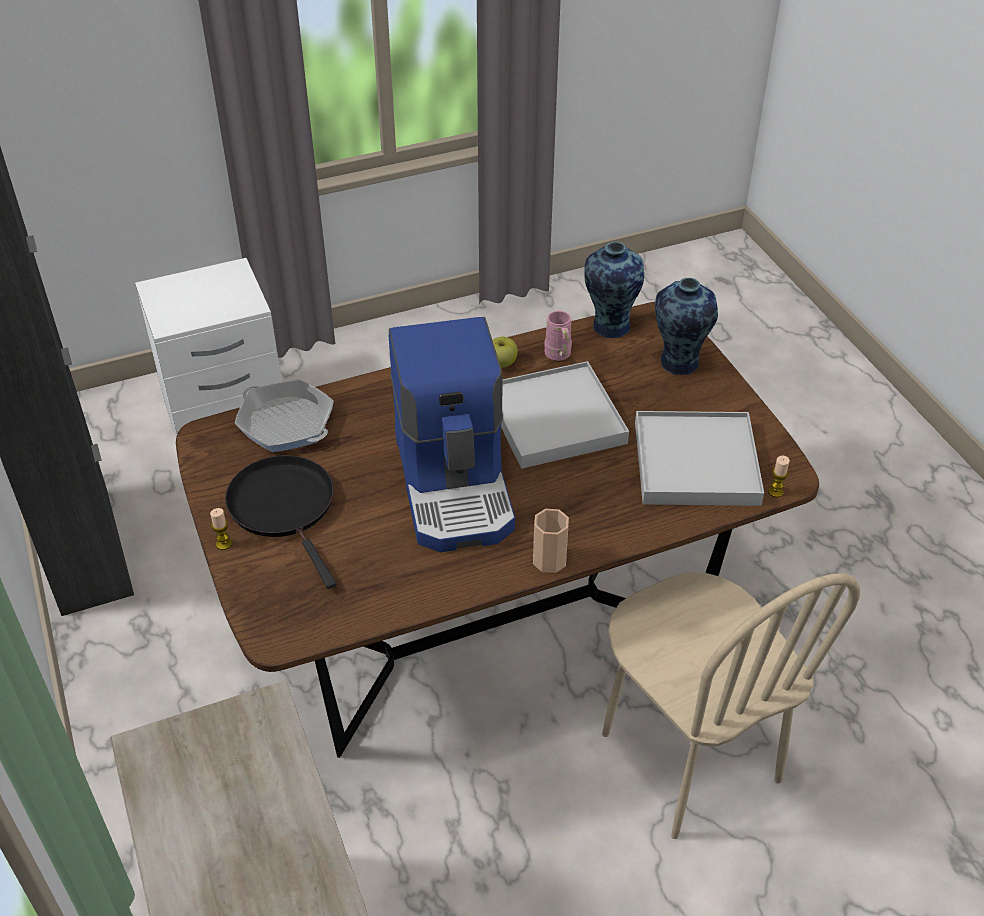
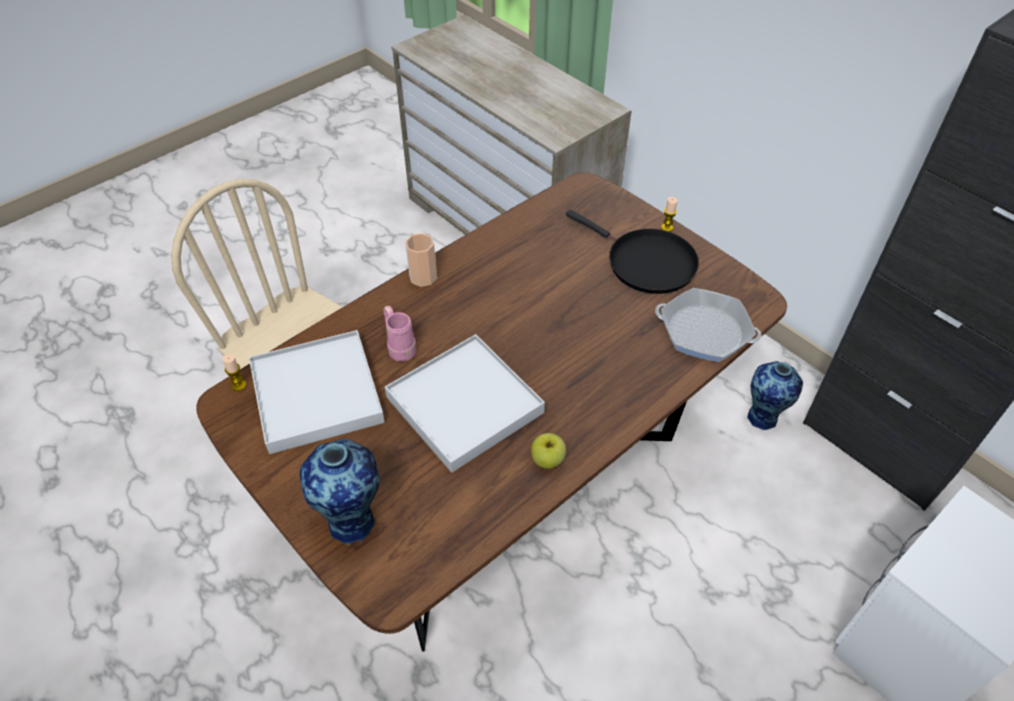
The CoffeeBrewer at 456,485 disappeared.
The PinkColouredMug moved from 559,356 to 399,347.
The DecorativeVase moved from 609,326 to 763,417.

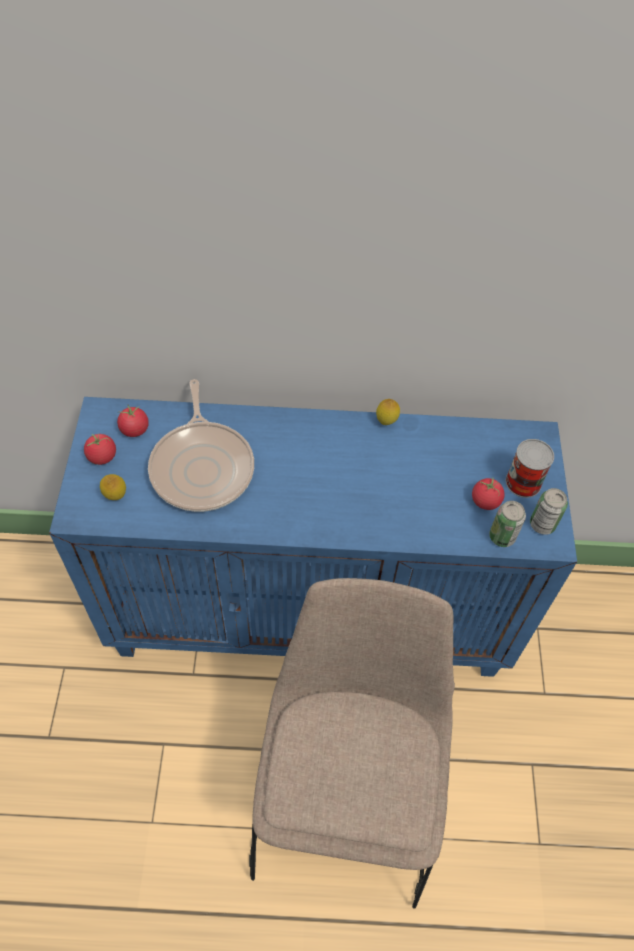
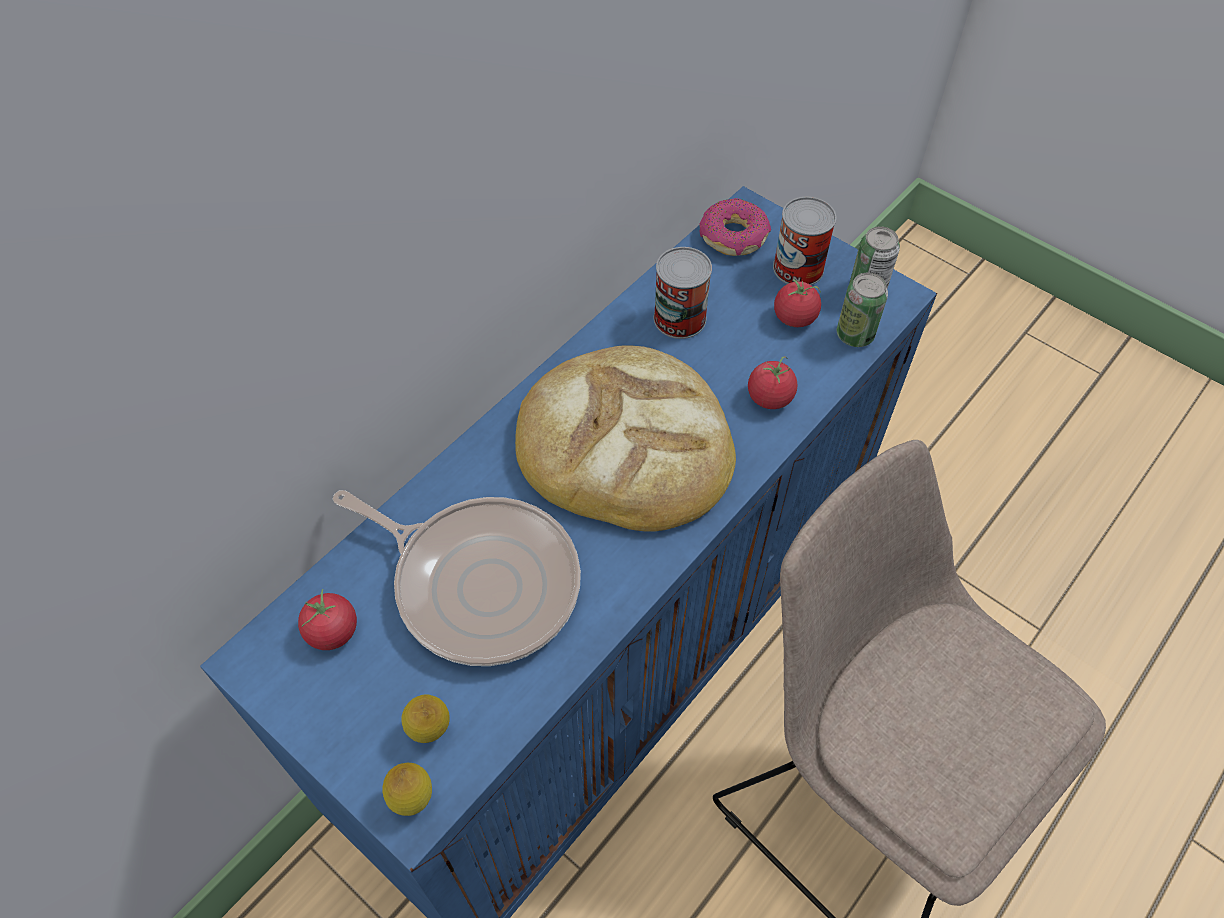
The BakeryBread at 625,444 appeared.
The SealedCan at 679,318 appeared.
The Donut at 733,237 appeared.
The WholeTomato moved from 102,456 to 770,397.
The WholeLemon moved from 386,422 to 412,799.

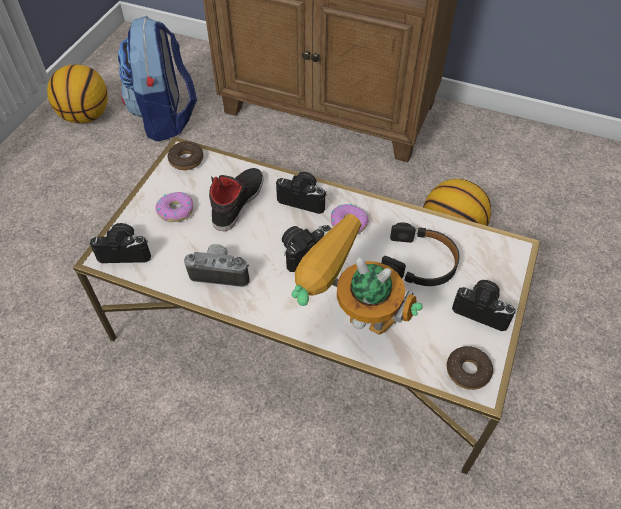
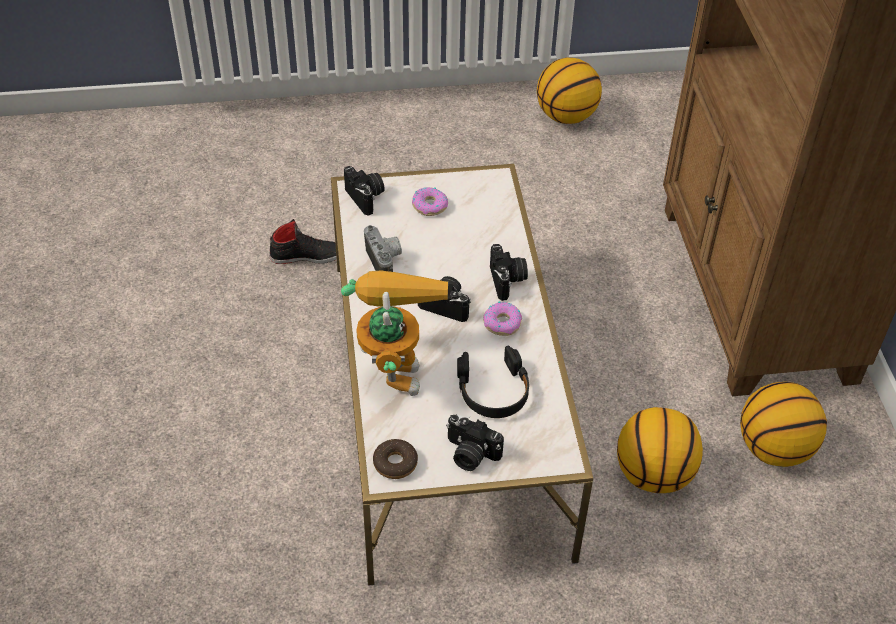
The Knapsack at 165,117 disappeared.
The Donut at 186,160 disappeared.
The BallForBasketball at 773,448 appeared.
The BlackColouredShoe moved from 237,201 to 307,255.
The StillCamera at 482,310 turned 120 degrees clockwise.

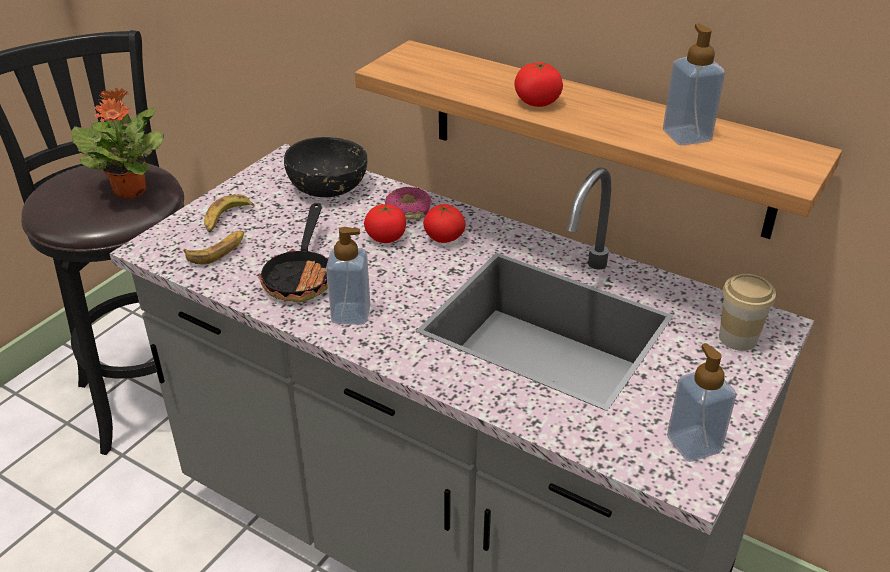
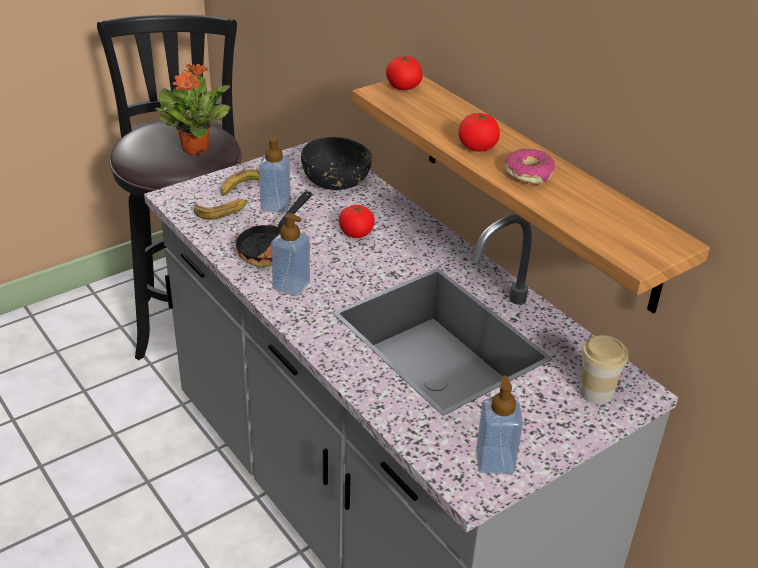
The Donut moved from 408,210 to 529,174.
The WholeTomato moved from 444,238 to 403,87.
The SoapBottle moved from 686,136 to 275,205.

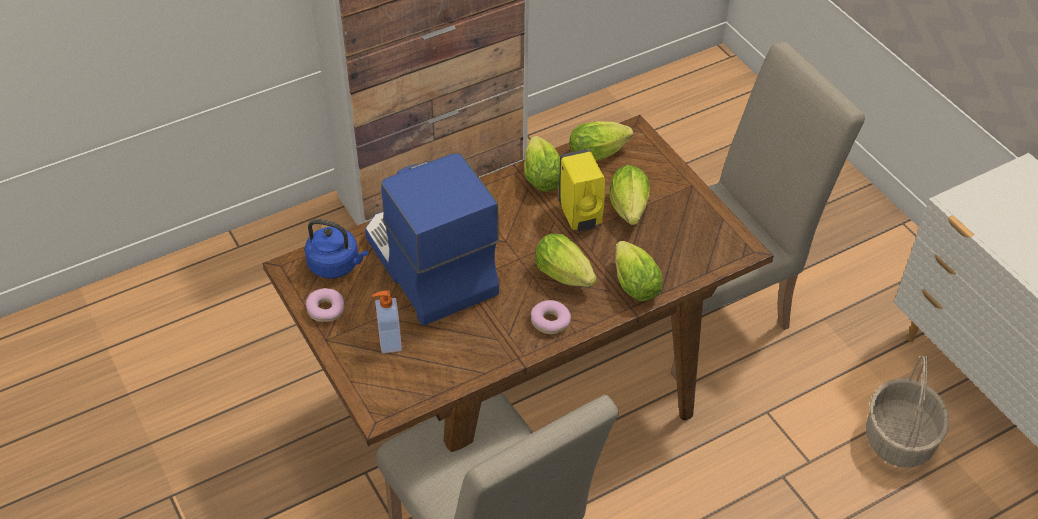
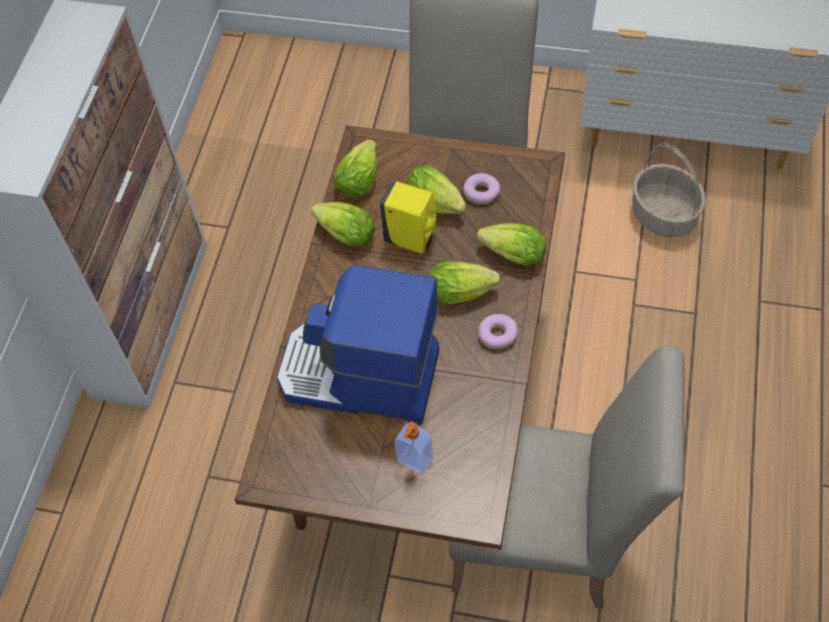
The BluishWaterKettle at 336,265 disappeared.
The Donut moved from 325,310 to 481,192.

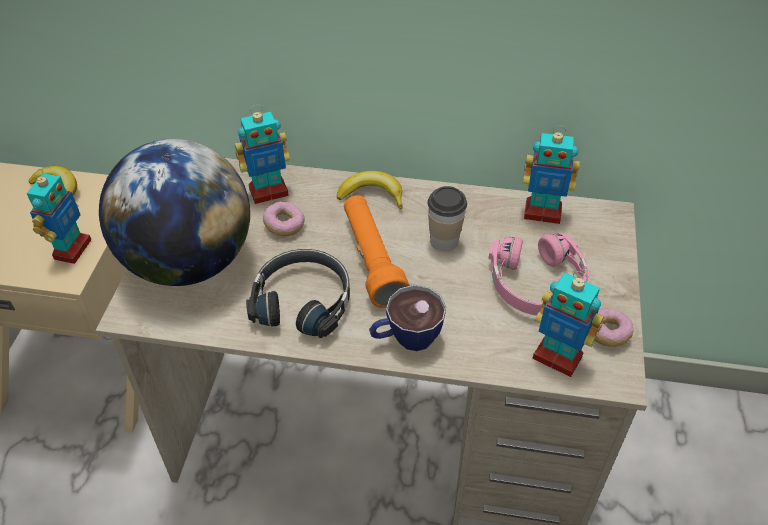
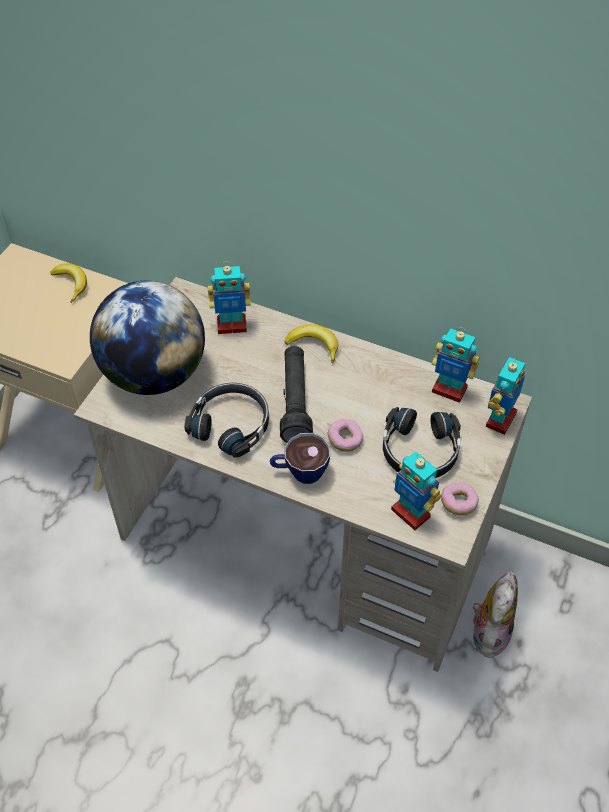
The Cup at 444,240 disappeared.
The PlushToy at 488,632 appeared.
The ToyRobot moved from 72,249 to 499,419.
The Donut moved from 284,225 to 345,440.
The OrangeyFlashlight at 372,260 became the BlackColouredFlashlight at 295,402.
The PinkColouredHeadphones at 537,284 became the BlackColouredHeadphones at 419,451.

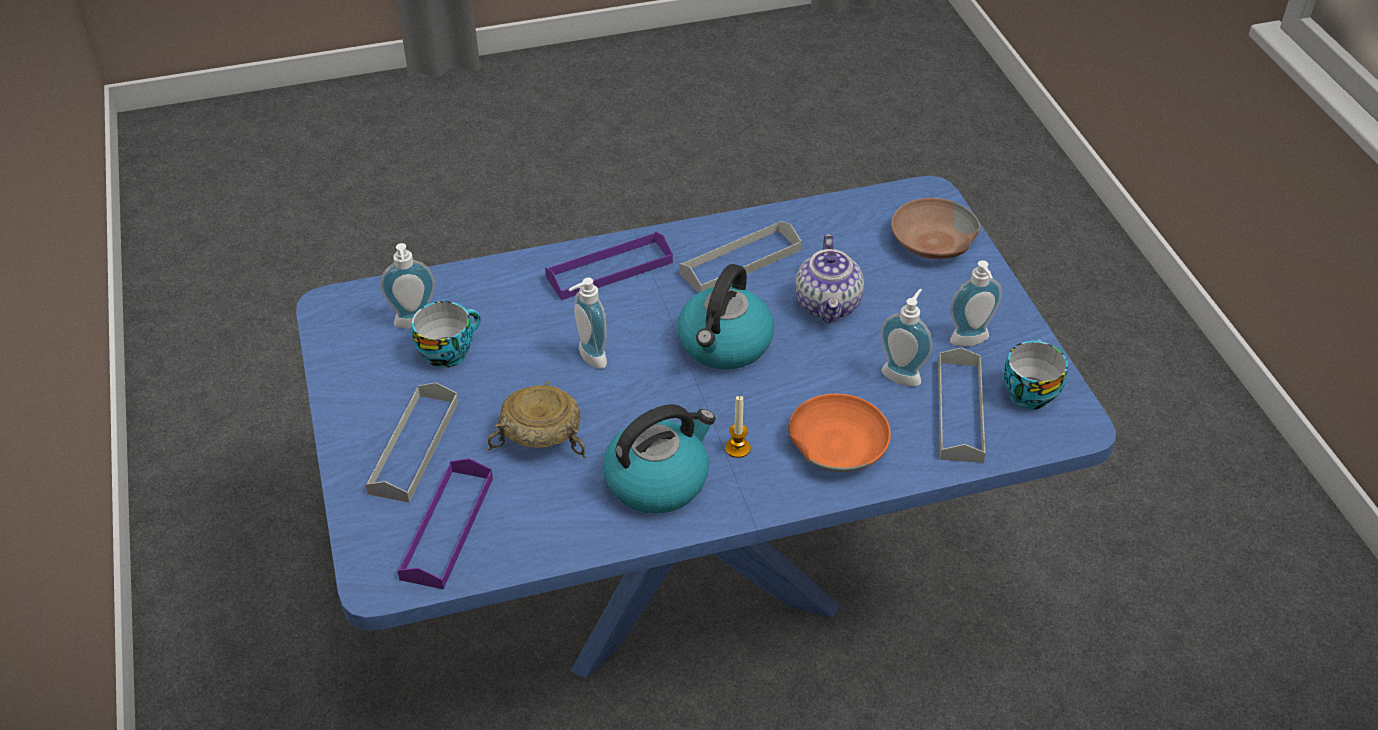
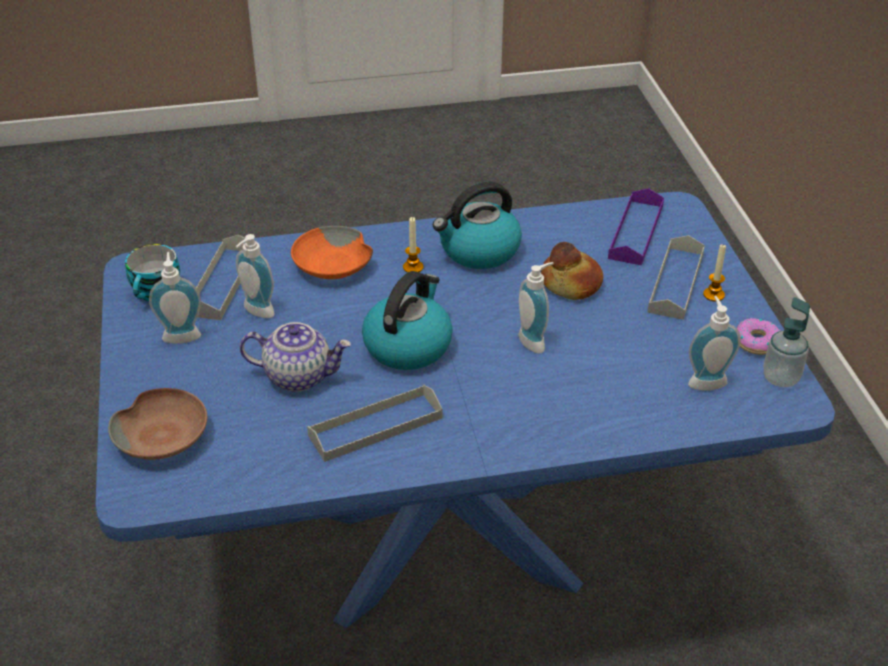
The Cup at 448,351 disappeared.
The PurpleTray at 609,270 disappeared.
The WaxLight at 713,295 appeared.
The Donut at 756,342 appeared.
The SoapBottle at 780,378 appeared.
The BeigeColouredDeepDish at 542,437 was replaced by the BakeryBread at 571,283.
The Teapot at 829,305 turned 90 degrees clockwise.

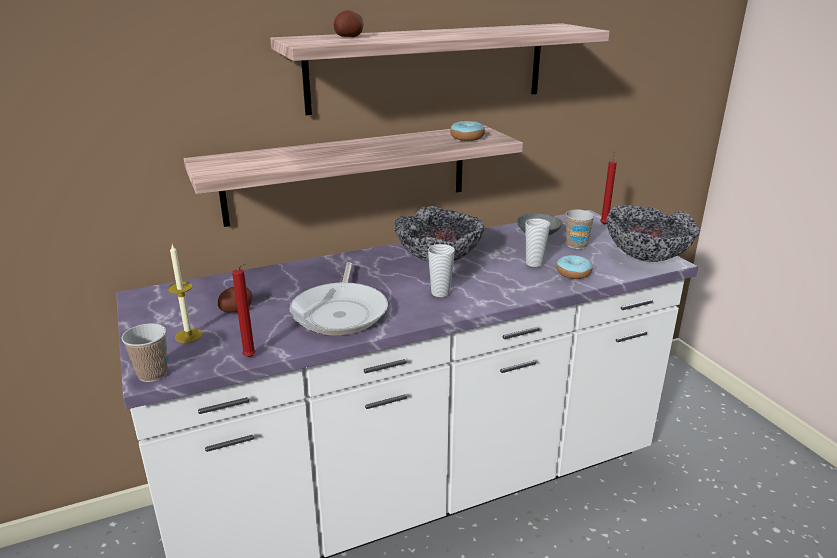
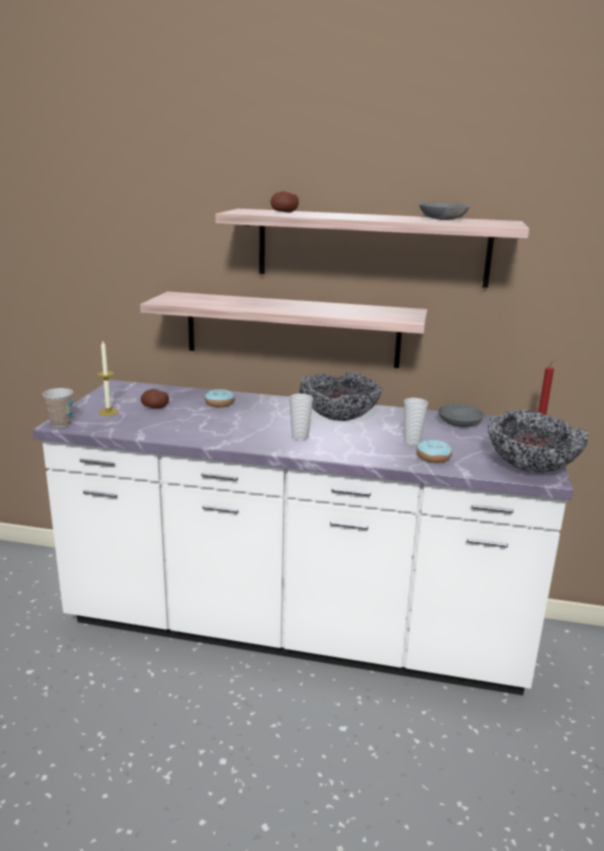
The RedColouredWaxLight at 251,358 disappeared.
The Pan at 341,312 disappeared.
The Cup at 576,245 disappeared.
The GreyDeepDish at 441,219 appeared.
The Donut moved from 467,137 to 219,403.

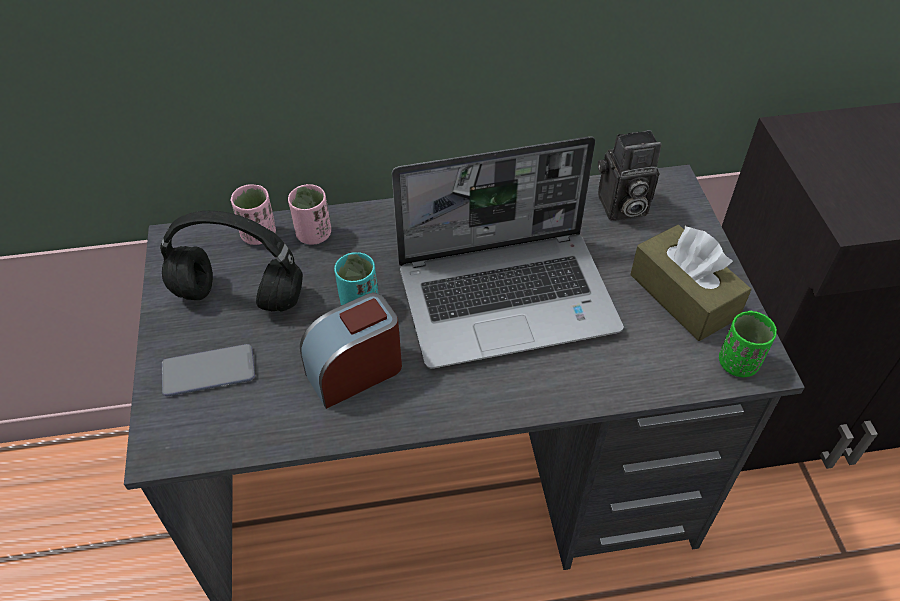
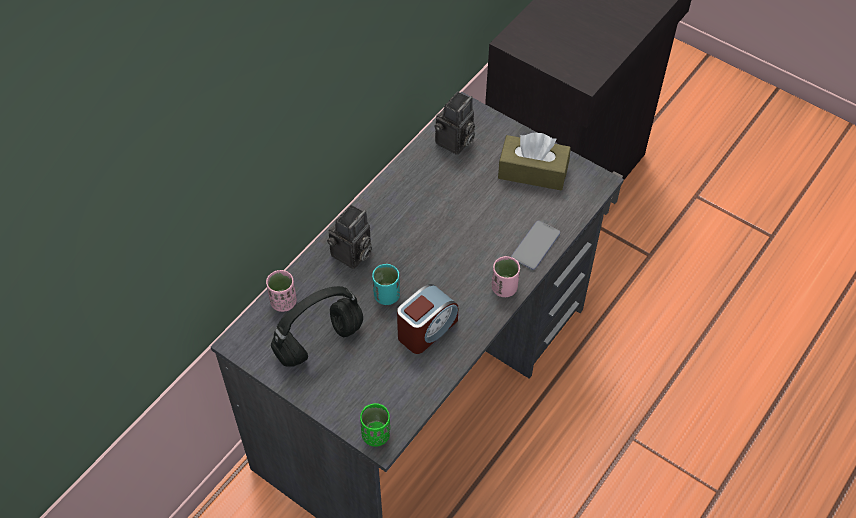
The Laptop at 509,298 disappeared.
The StillCamera at 352,255 appeared.
The Handset moved from 208,371 to 535,246.
The PinkColouredCup moved from 313,234 to 504,288.
The GreenColouredCup moved from 738,363 to 376,435.
The AlarmClock at 355,371 turned 150 degrees counterclockwise.

